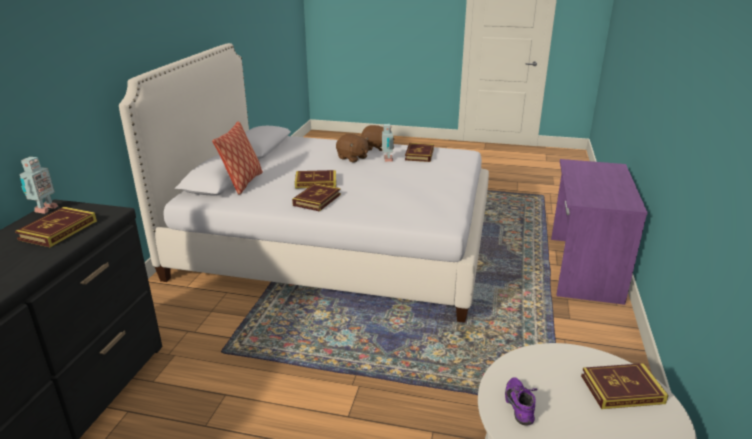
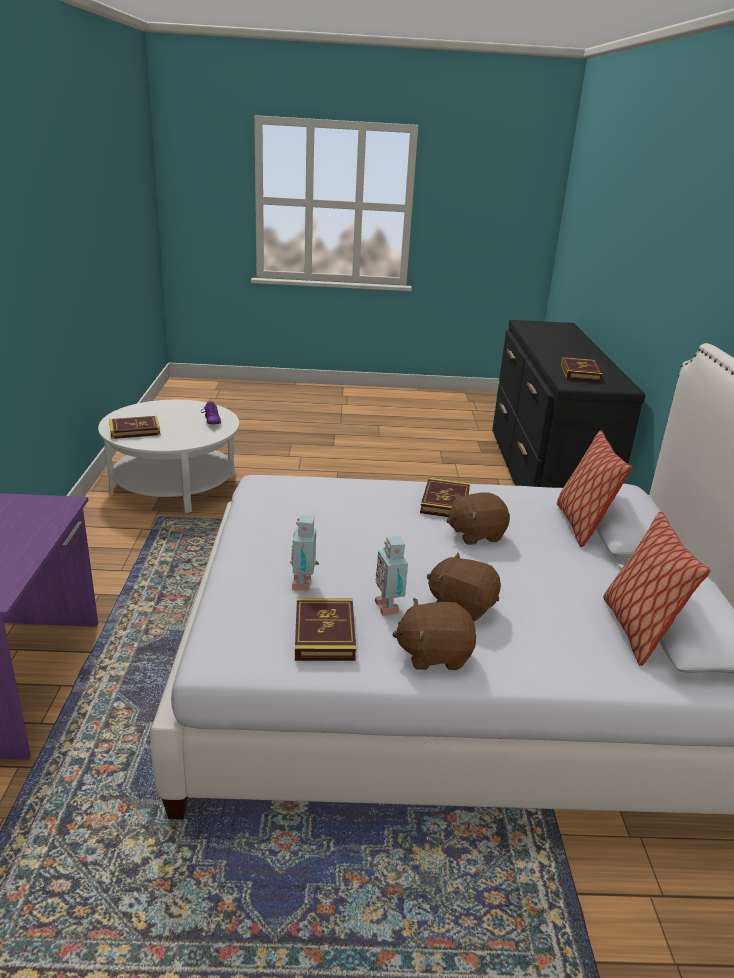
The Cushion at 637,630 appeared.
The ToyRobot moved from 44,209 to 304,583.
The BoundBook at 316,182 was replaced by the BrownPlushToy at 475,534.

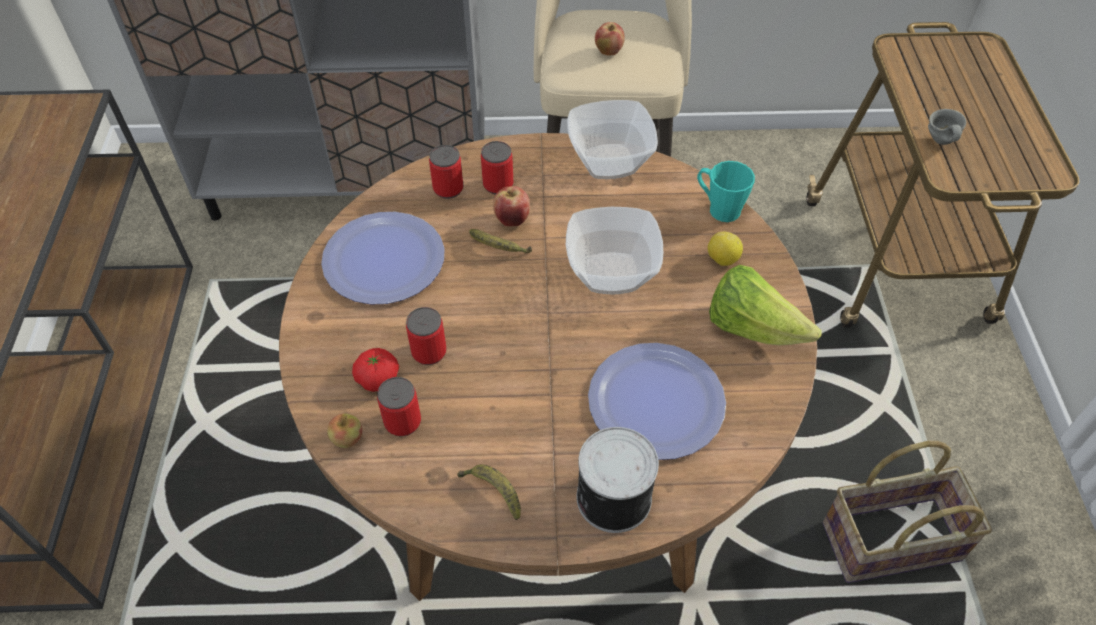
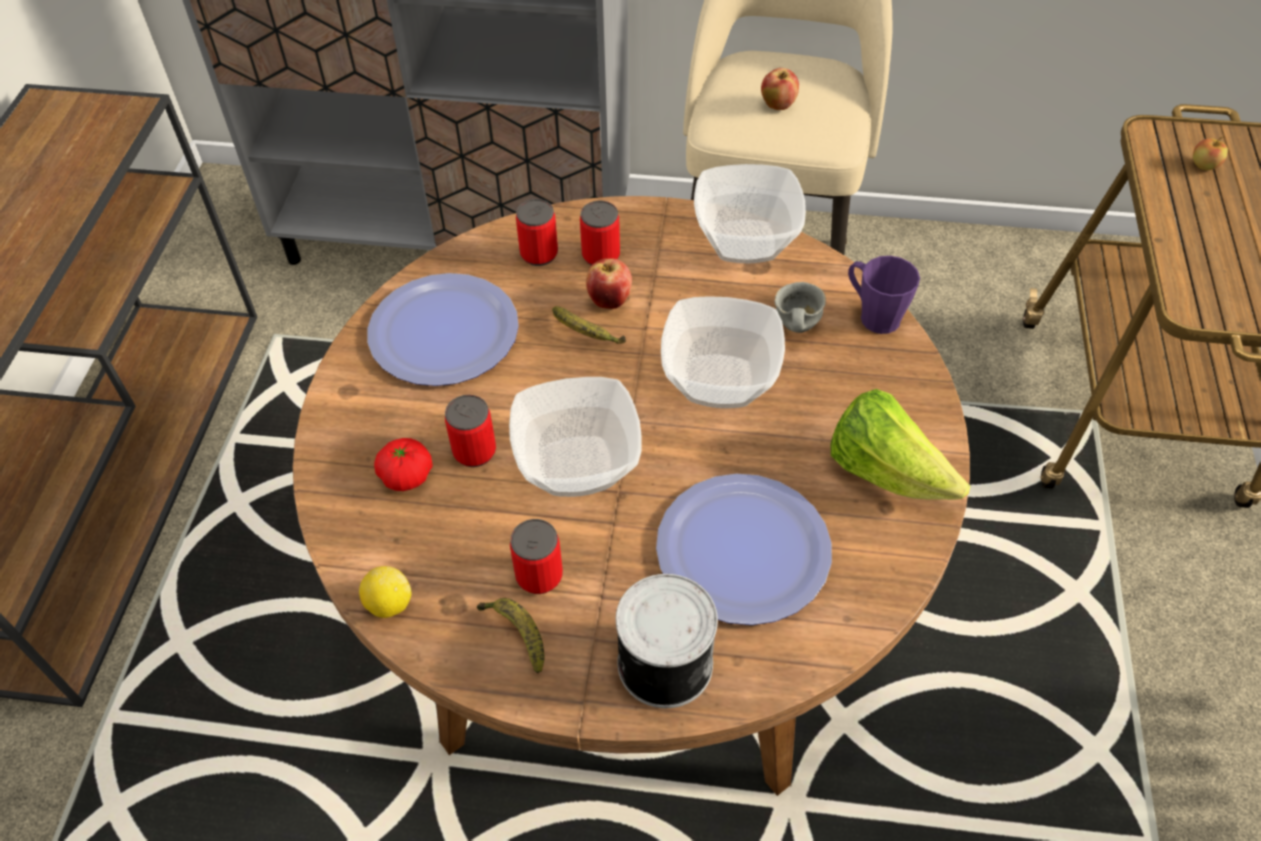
The Basket at 891,544 disappeared.
The DeepDish at 576,468 appeared.
The WholeApple moved from 347,439 to 1203,166.
The SealedCan moved from 403,422 to 539,576.
The WholeLemon moved from 722,259 to 389,603.
The GreyMug moved from 939,142 to 793,328.
The TurquoiseColouredMug at 719,208 became the PurpleMug at 873,315.

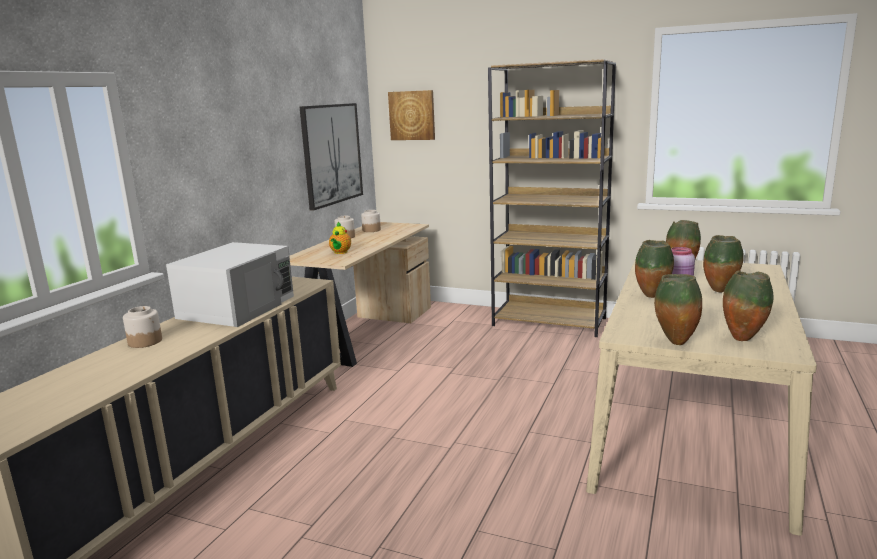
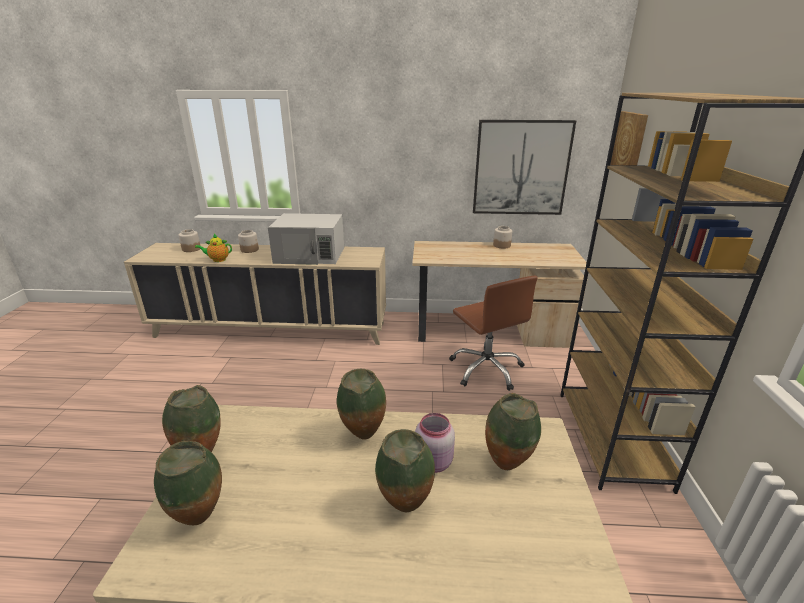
The BrownComputerChair at 486,369 appeared.
The Teapot moved from 340,252 to 217,260.
The StorageJar moved from 371,230 to 191,249.

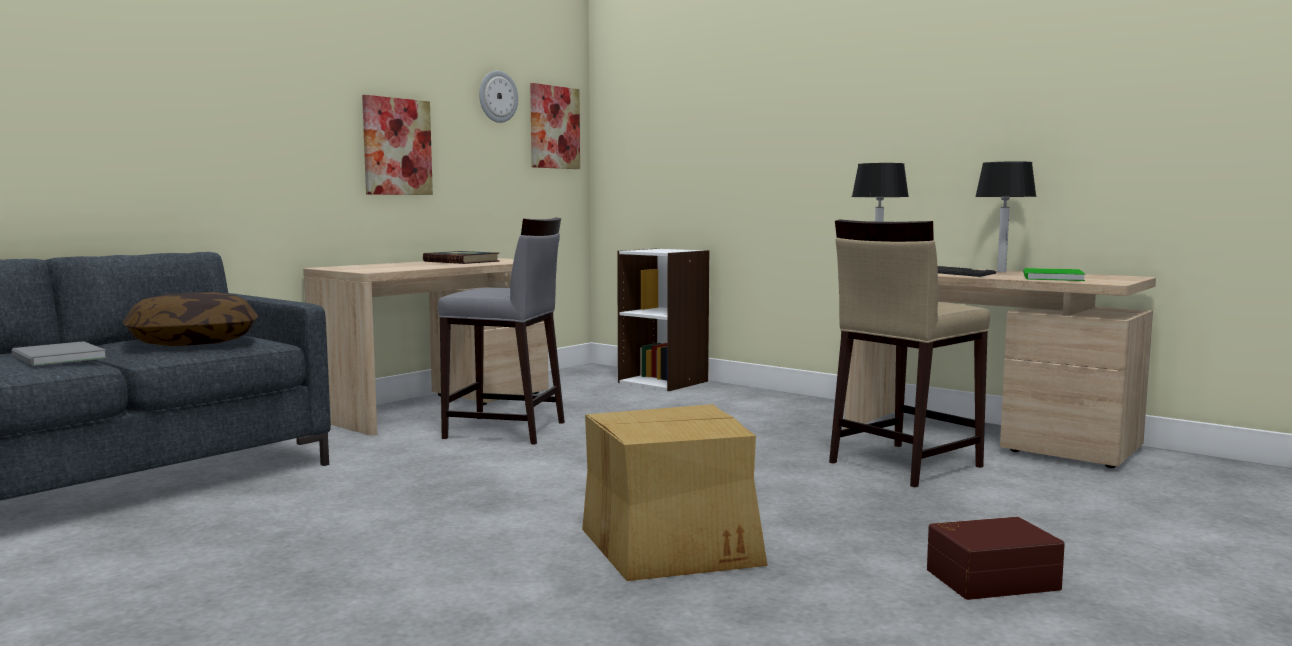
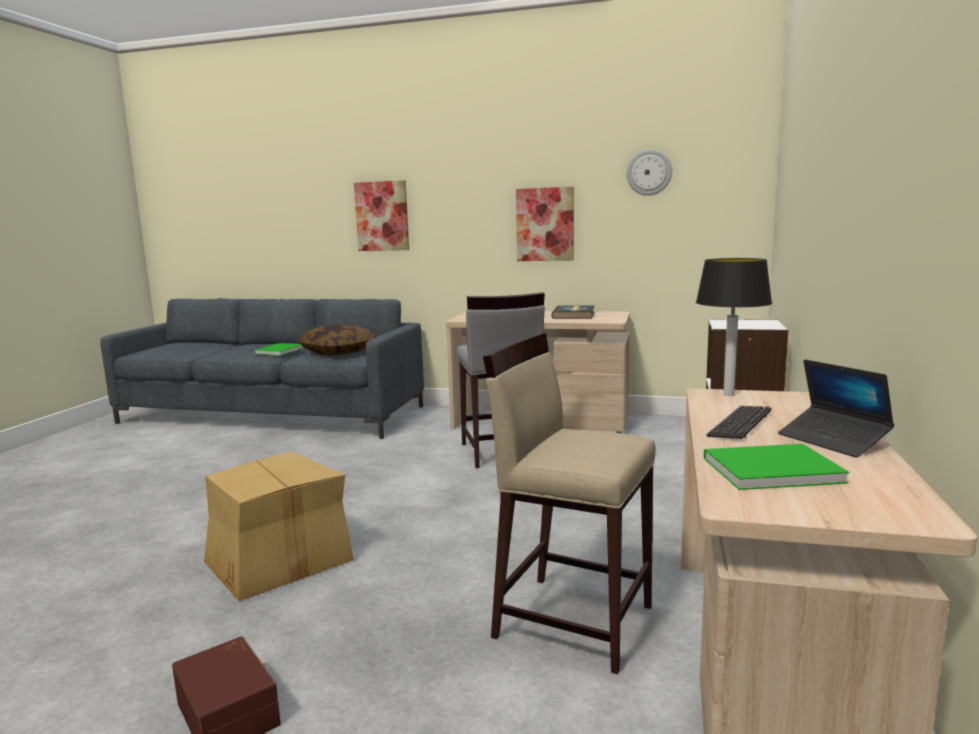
The Picture moved from 554,127 to 382,216.
The TabletopLamp at 1002,272 was replaced by the Laptop at 833,440.
The GreyBoundBook at 57,357 became the GreenColouredBoundBook at 277,351.

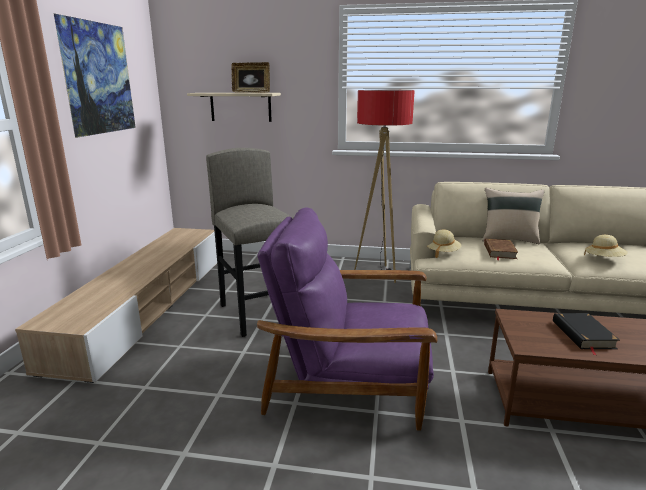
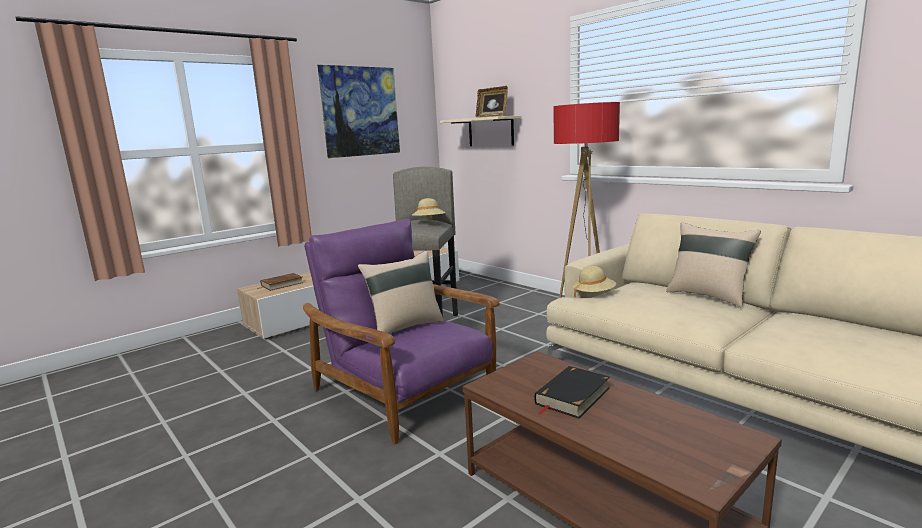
The BeigeColouredCushion at 405,327 appeared.
The BrownBoundBook moved from 499,251 to 282,284.
The BeigeColouredHat moved from 604,259 to 429,222.

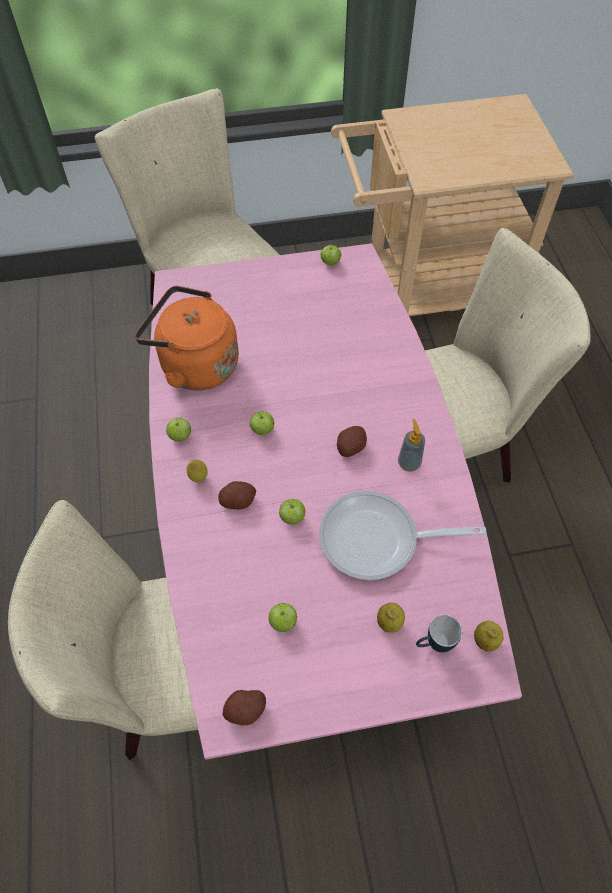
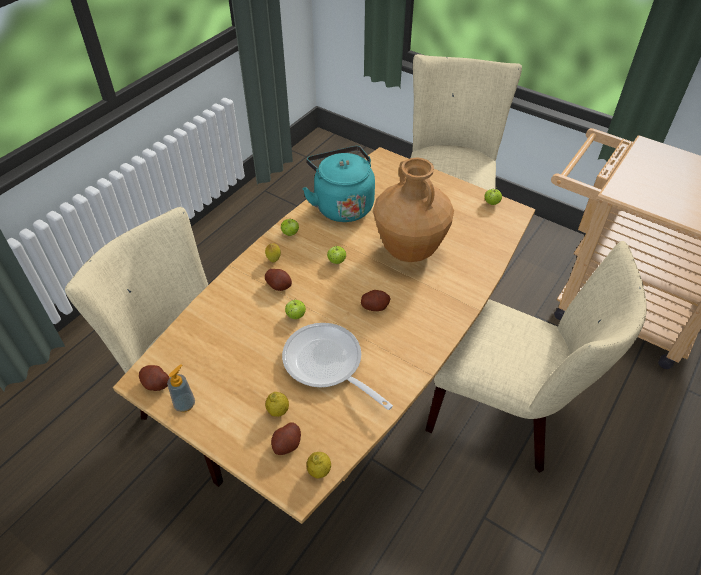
The WholeApple at 283,622 disappeared.
The BrownDecorativeVase at 410,250 appeared.
The SoapBottle moved from 409,463 to 185,404.
The Mug at 433,644 was replaced by the WholePotato at 287,444.
The OrangeyWaterKettle at 195,365 became the TurquoiseColouredWaterKettle at 342,205.
The PinkColouredKitchenTable at 306,550 became the BrownKitchenTable at 350,396.

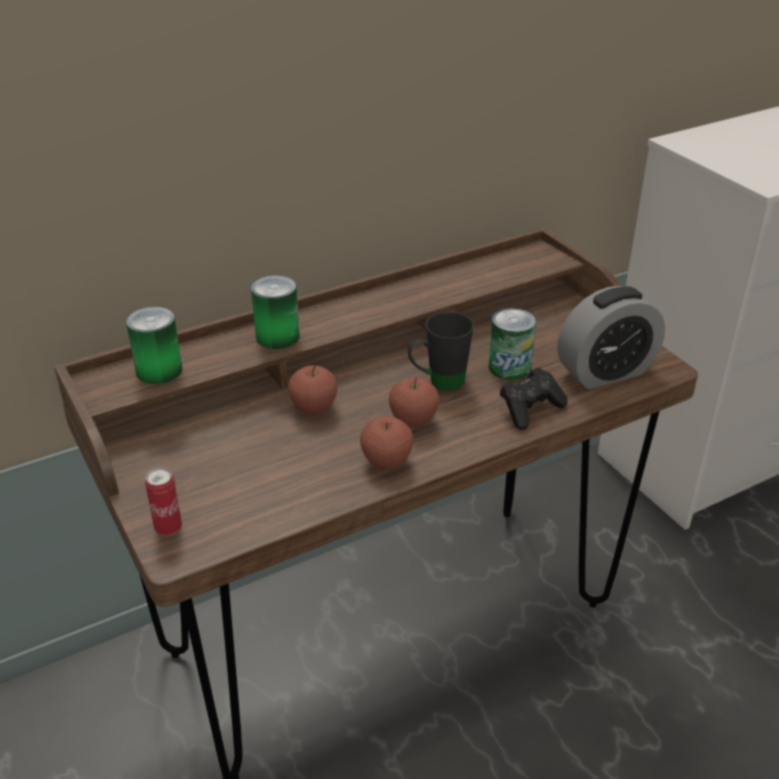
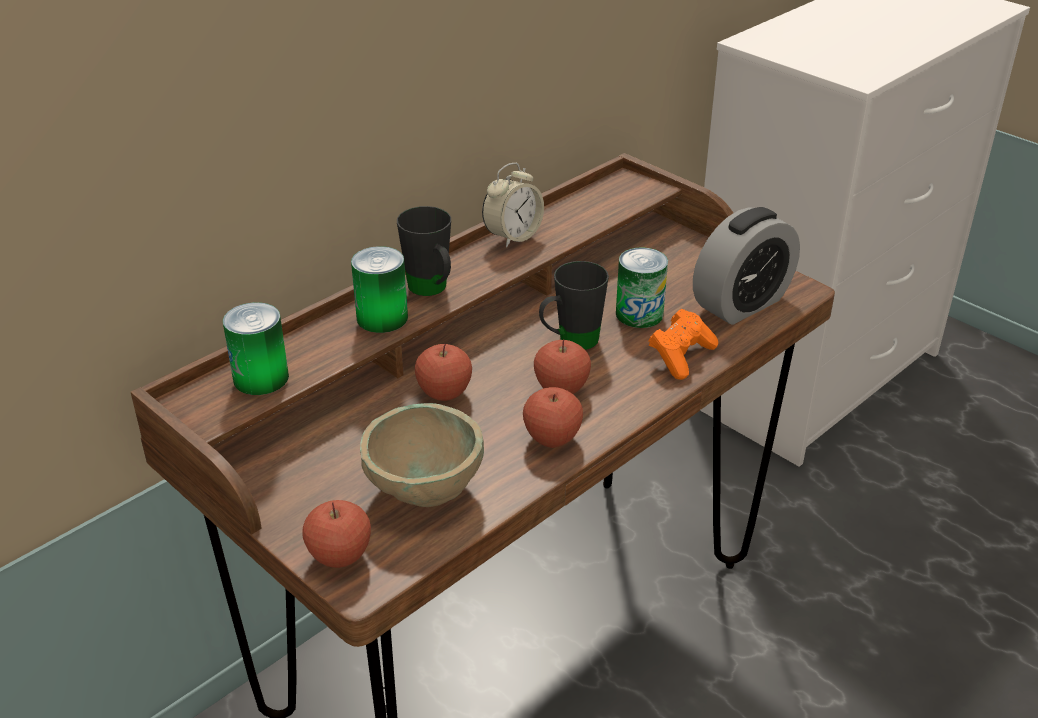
The BeigeColouredDeepDish at 425,489 appeared.
The BlackColouredMug at 432,291 appeared.
The AlarmClock at 513,236 appeared.
The SealedCan at 168,528 was replaced by the WholeApple at 340,556.
The BlackColouredJoypad at 530,409 became the OrangeyJoypad at 681,356.

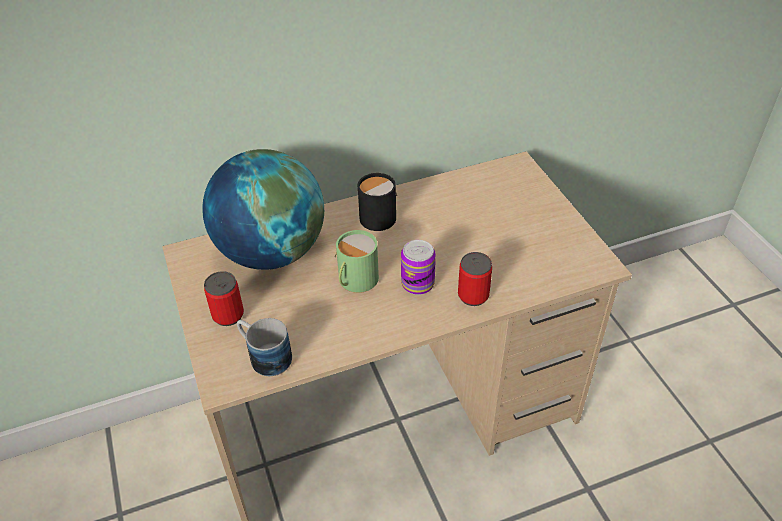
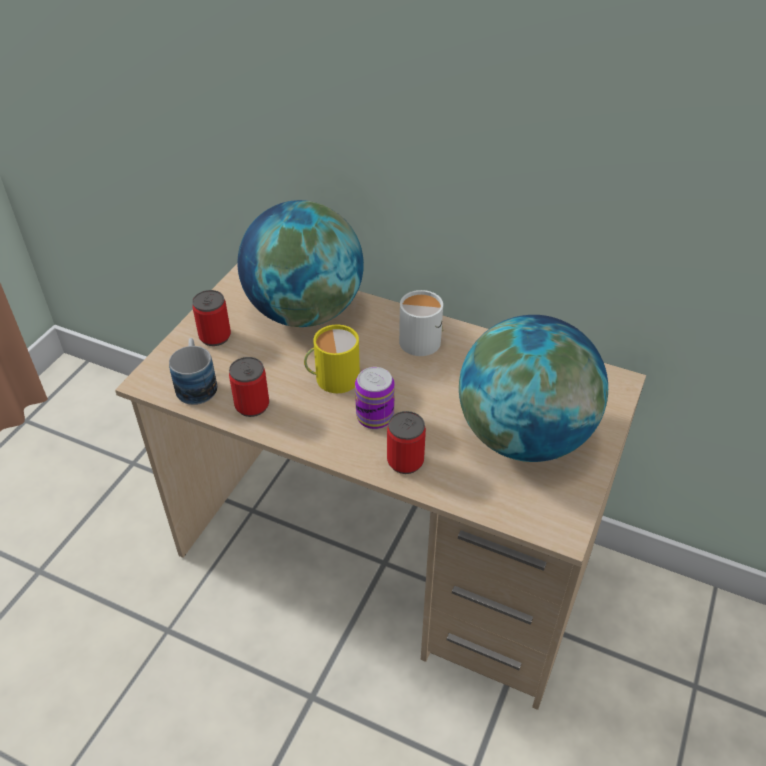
The SealedCan at 252,405 appeared.
The DeskGlobe at 524,437 appeared.
The GreenColouredMug at 355,280 became the YellowColouredMug at 332,377.
The BlackColouredMug at 375,216 became the WhiteMug at 421,338.

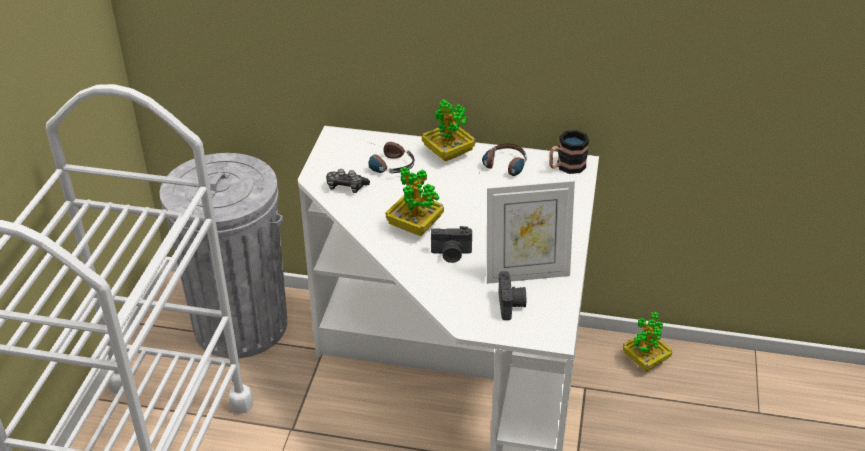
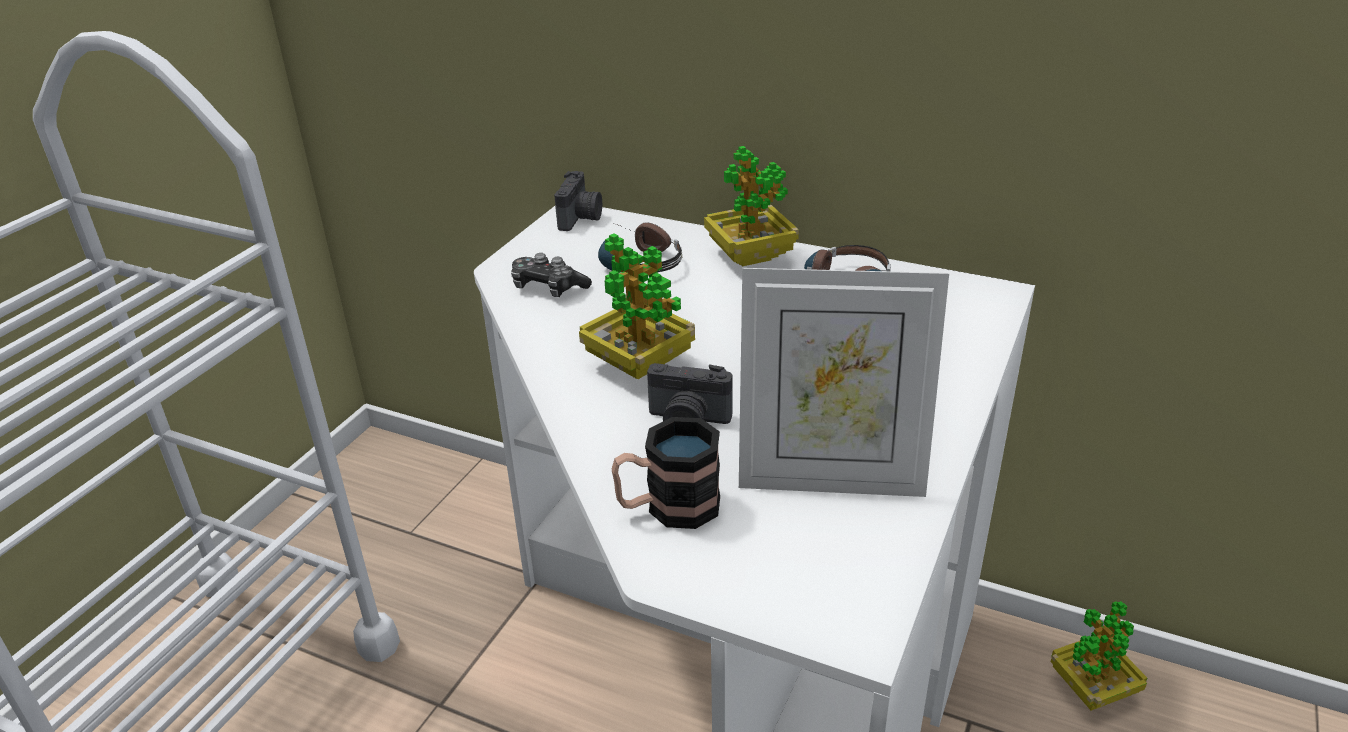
The GreyRubbishBin at 240,325 disappeared.
The StillCamera moved from 511,305 to 581,218.
The Mug moved from 566,167 to 668,507.

